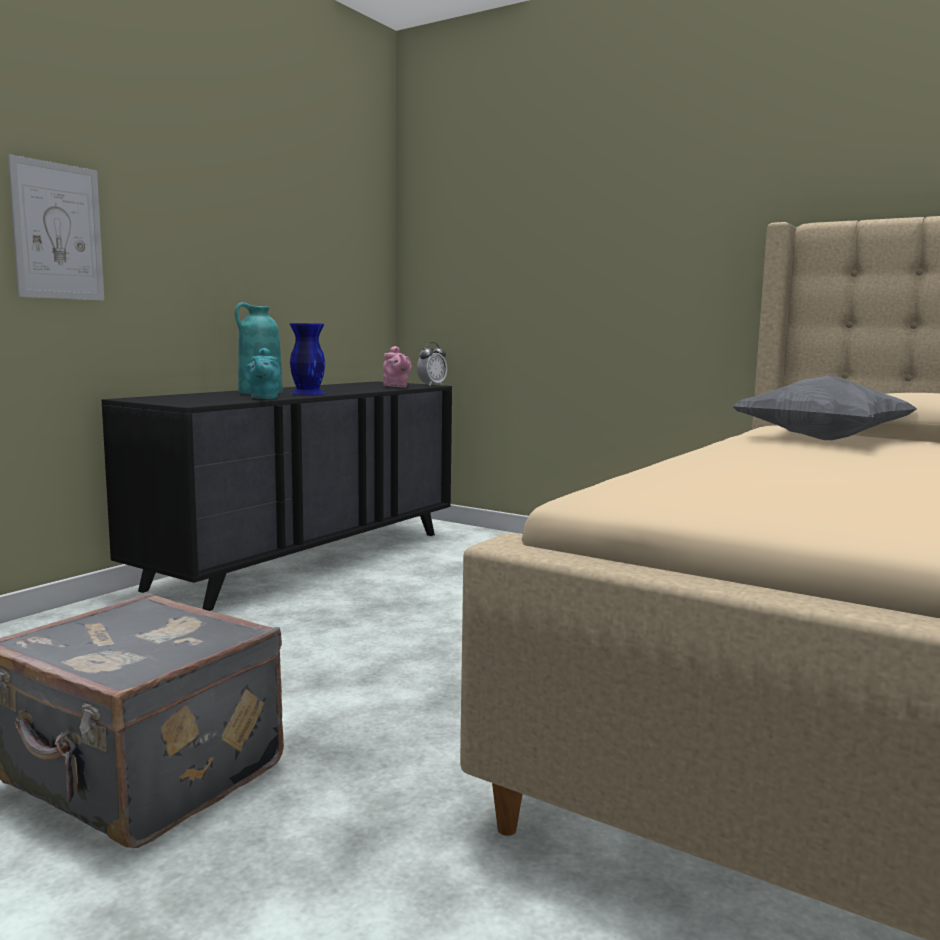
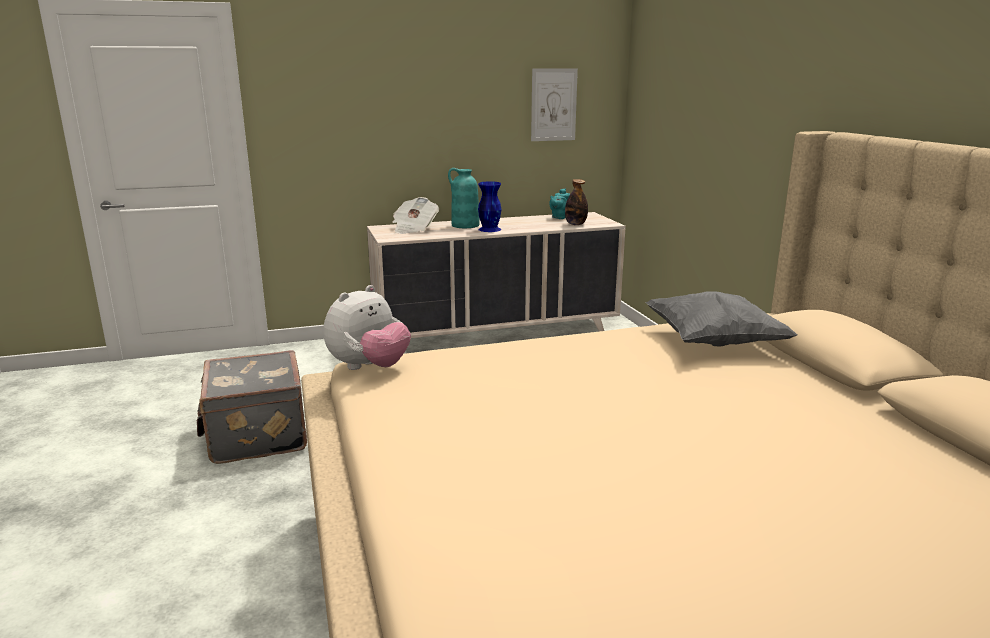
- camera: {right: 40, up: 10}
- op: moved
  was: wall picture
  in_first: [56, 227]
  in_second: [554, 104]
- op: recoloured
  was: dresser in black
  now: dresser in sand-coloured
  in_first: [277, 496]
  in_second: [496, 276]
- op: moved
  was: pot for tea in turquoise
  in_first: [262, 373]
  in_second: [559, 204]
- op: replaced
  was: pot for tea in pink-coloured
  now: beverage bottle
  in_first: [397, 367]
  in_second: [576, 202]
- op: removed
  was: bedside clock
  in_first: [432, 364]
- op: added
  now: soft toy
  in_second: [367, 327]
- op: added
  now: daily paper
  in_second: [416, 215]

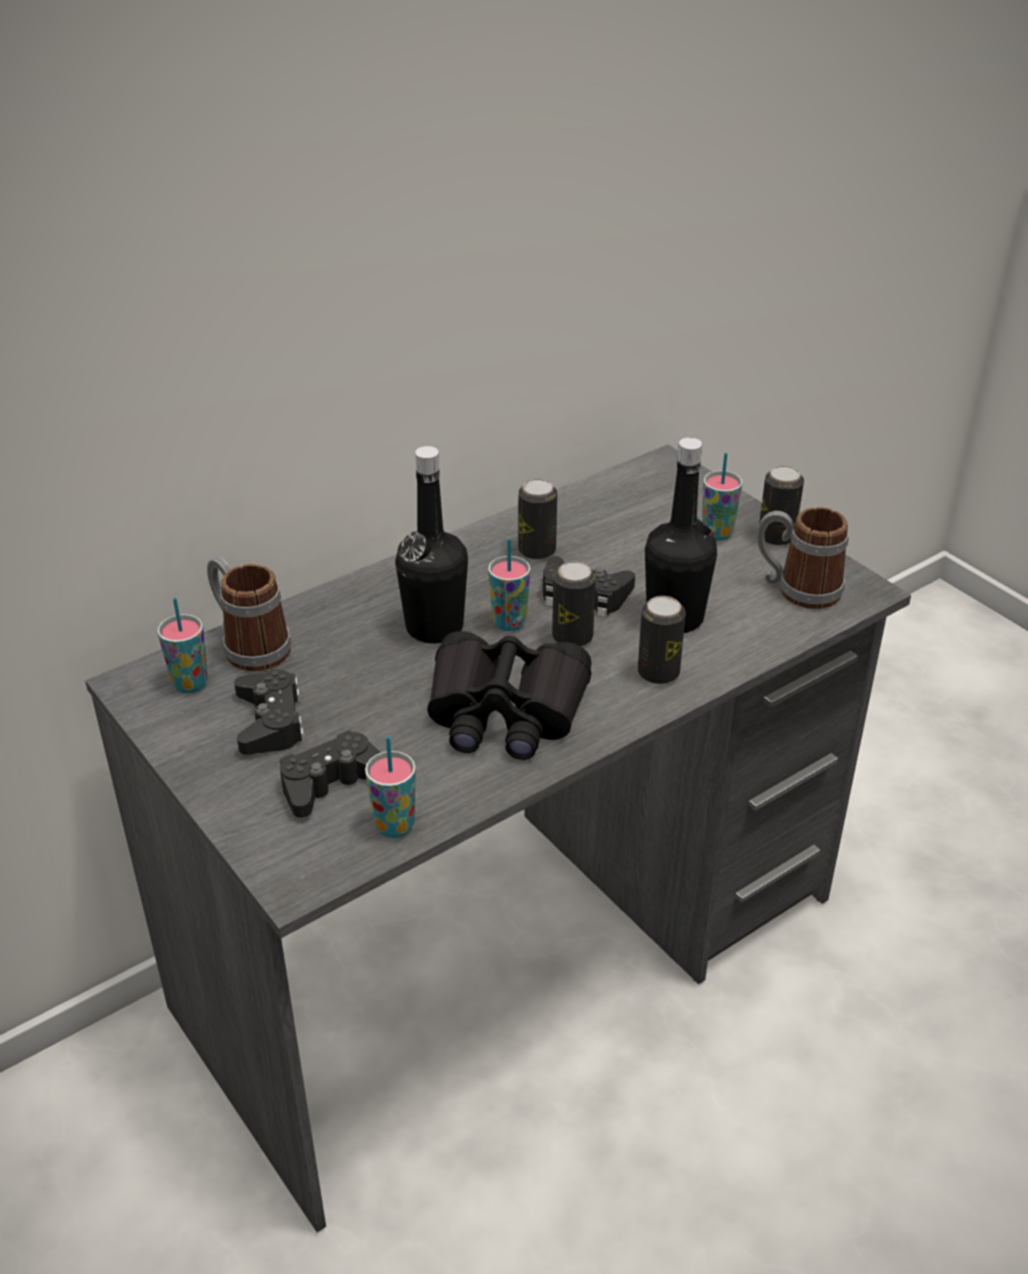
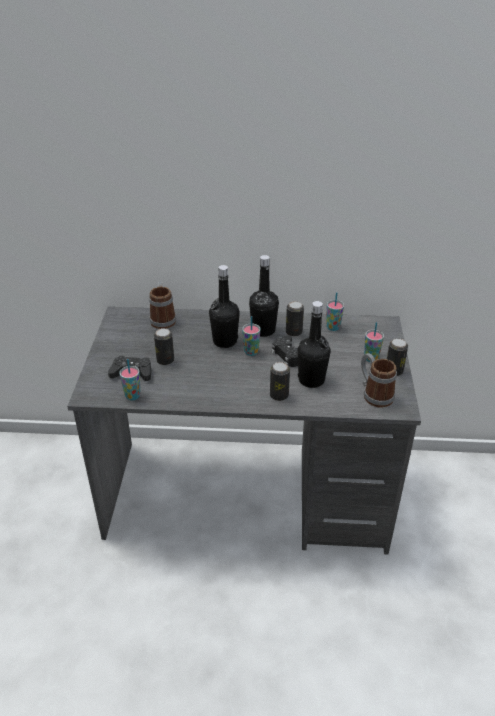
- camera: {right: 40, up: 0}
- op: moved
  was: drinking cup
  in_first: [183, 645]
  in_second: [335, 311]
- op: removed
  was: game controller in black
  in_first: [270, 712]
- op: removed
  was: binoculars in black
  in_first: [509, 695]
- op: moved
  was: sealed can
  in_first: [574, 603]
  in_second: [164, 346]
- op: added
  now: beverage bottle in black
  in_second: [264, 296]

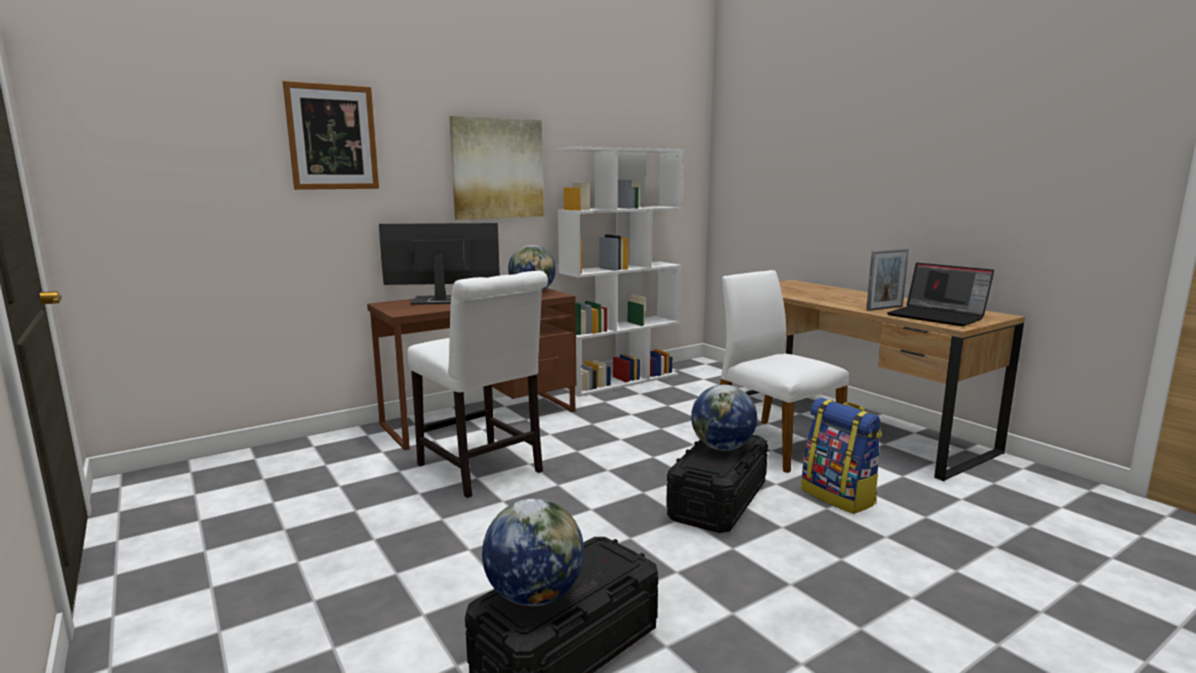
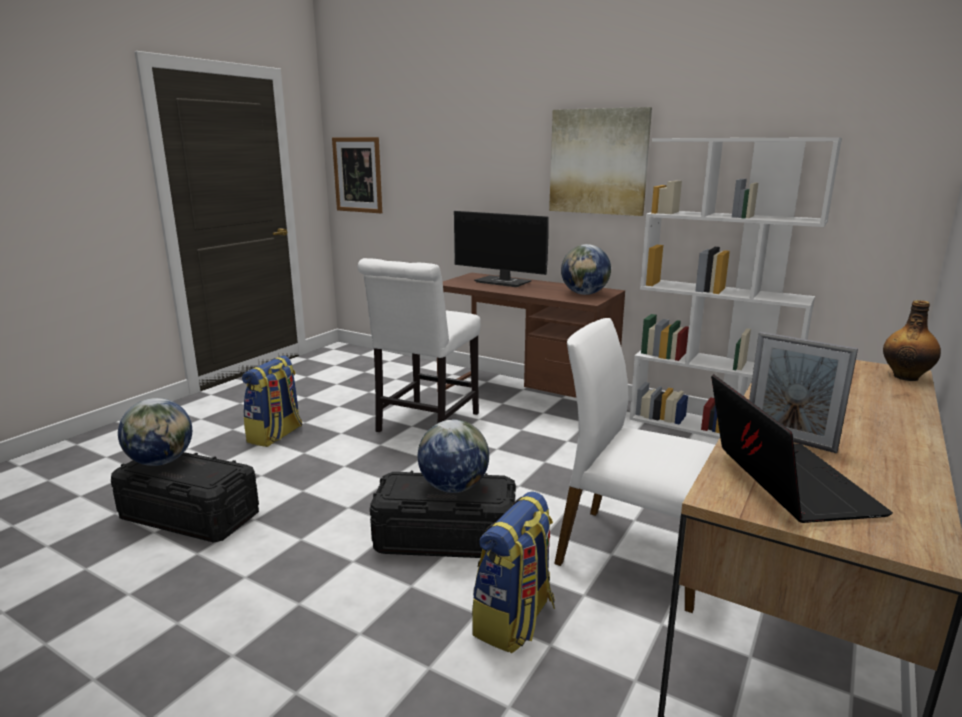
- camera: {right: 65, up: 5}
- op: moved
  was: wall picture
  in_first: [331, 135]
  in_second: [357, 175]
- op: turned
  was: monitor
  in_first: [439, 264]
  in_second: [501, 249]
  clockwise: 150
- op: turned
  was: plain chair in whitish
  in_first: [784, 371]
  in_second: [634, 465]
  clockwise: -90
- op: turned
  was: notebook computer
  in_first: [940, 294]
  in_second: [802, 448]
  clockwise: 150
- op: added
  now: backpack
  in_second: [272, 401]
- op: added
  now: beverage bottle
  in_second: [912, 340]

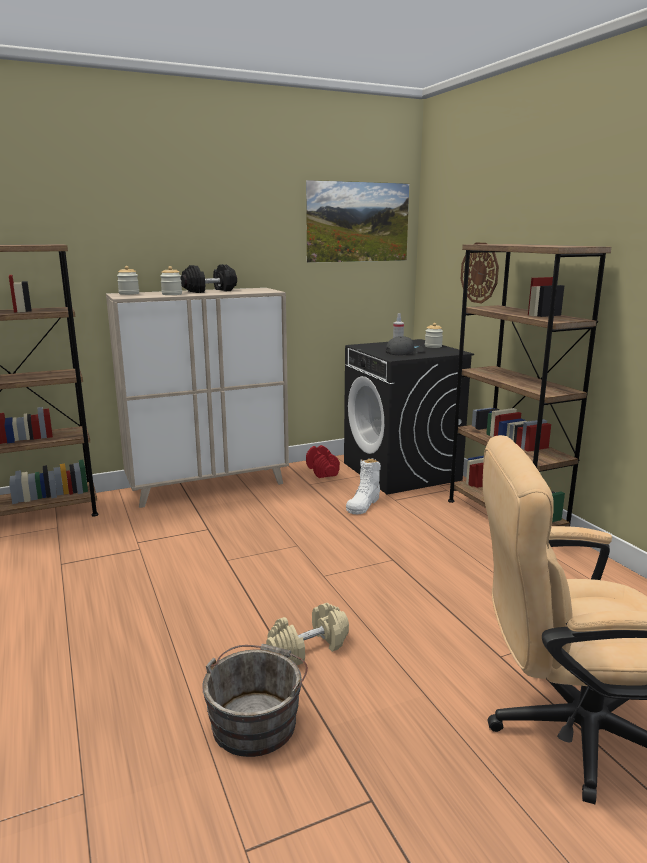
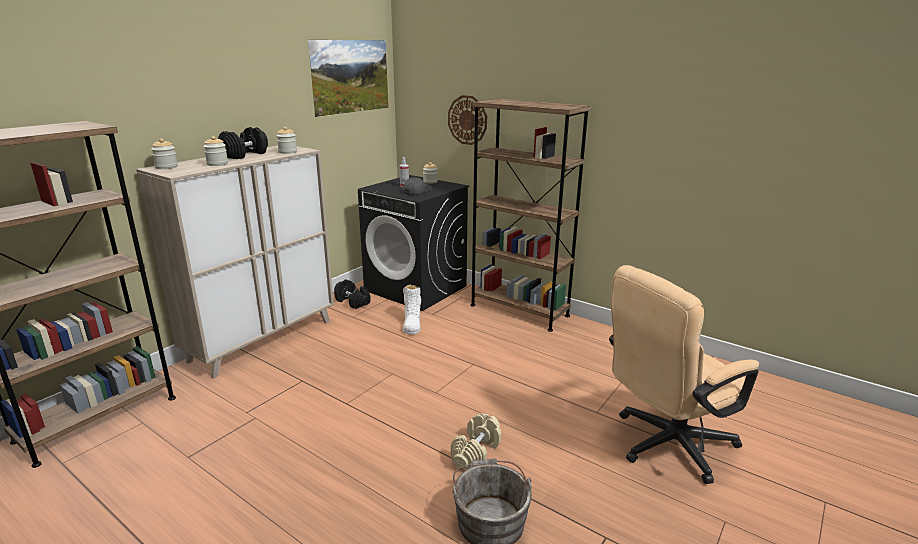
- camera: {right: -30, up: 5}
- op: recoloured
  was: free weight in red-coloured
  now: free weight in black
  in_first: [323, 461]
  in_second: [352, 294]
- op: added
  now: preserve jar
  in_second: [286, 140]

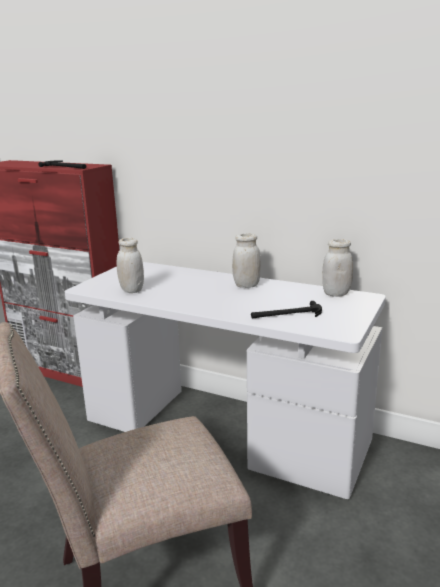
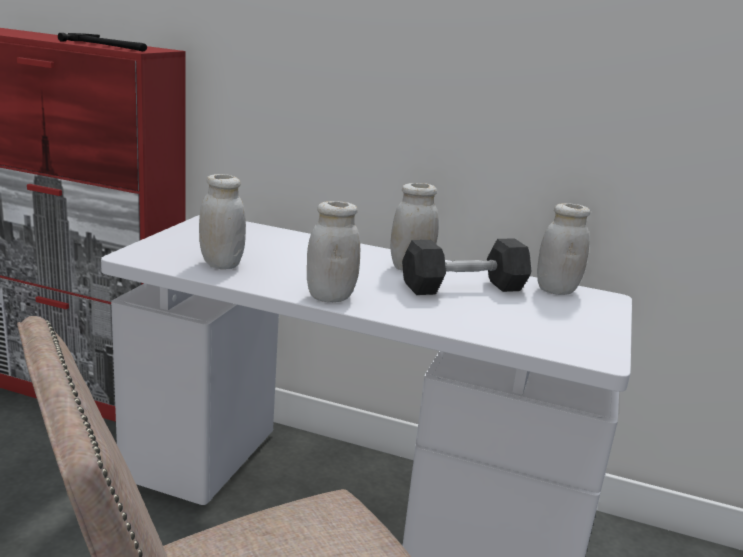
- camera: {right: -10, up: 0}
- op: removed
  was: hammer
  in_first: [286, 309]
- op: added
  now: preserve jar in whitish
  in_second: [333, 251]
- op: added
  now: free weight in gray
  in_second: [467, 267]

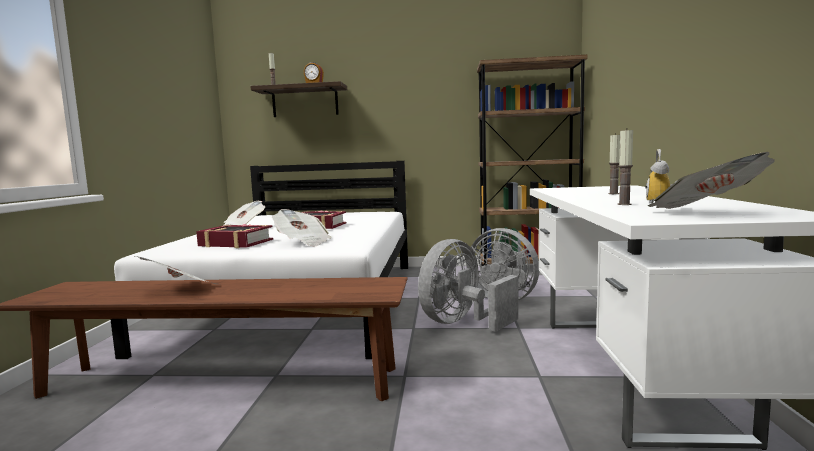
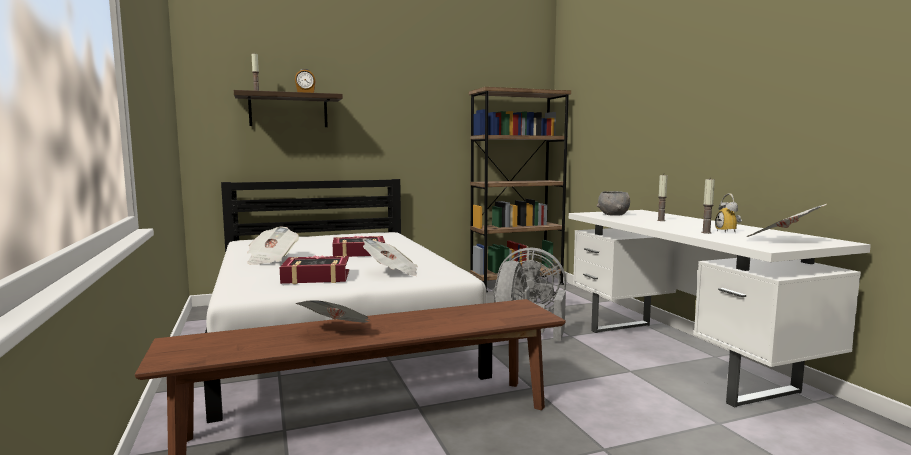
- camera: {right: -25, up: 0}
- op: added
  now: bowl in gray
  in_second: [613, 203]

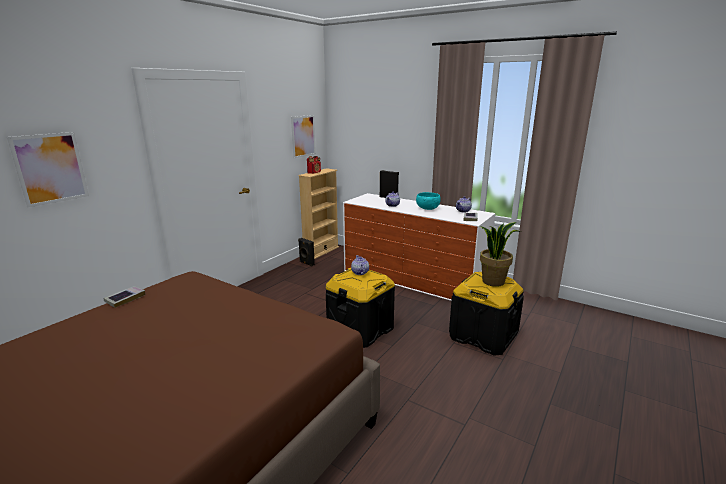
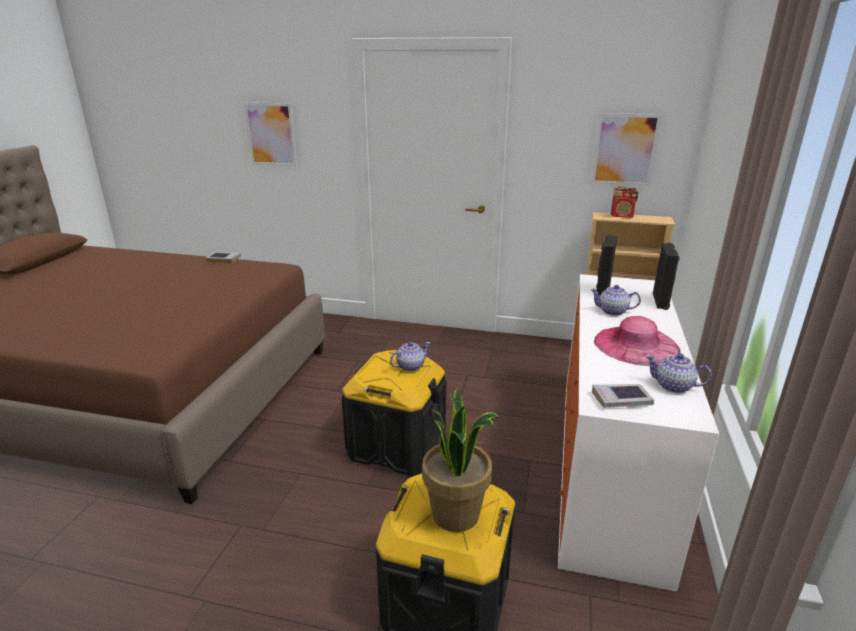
- camera: {right: 70, up: 5}
- op: moved
  was: loudspeaker in black
  in_first: [306, 252]
  in_second: [606, 265]
- op: replaced
  was: bowl in turquoise
  now: clothing hat in pink-coloured
  in_first: [428, 201]
  in_second: [637, 341]

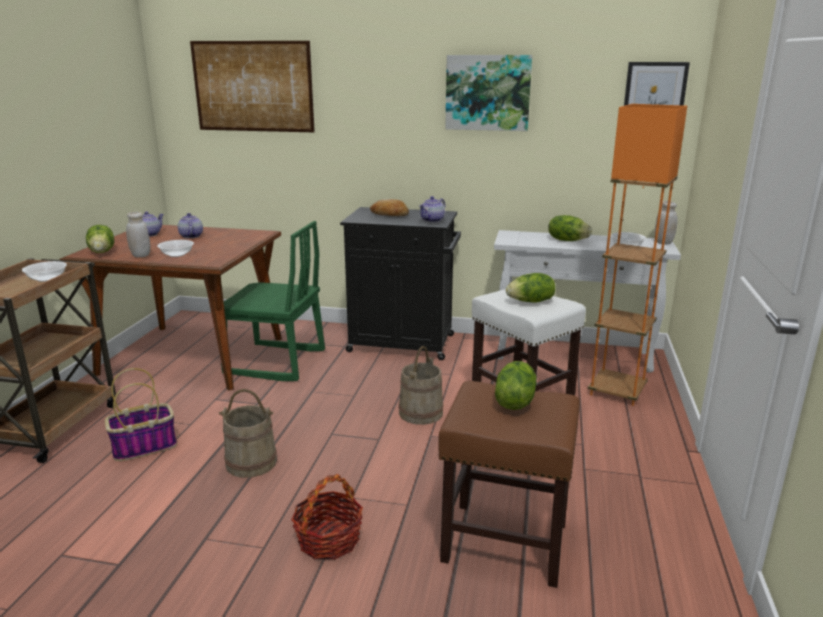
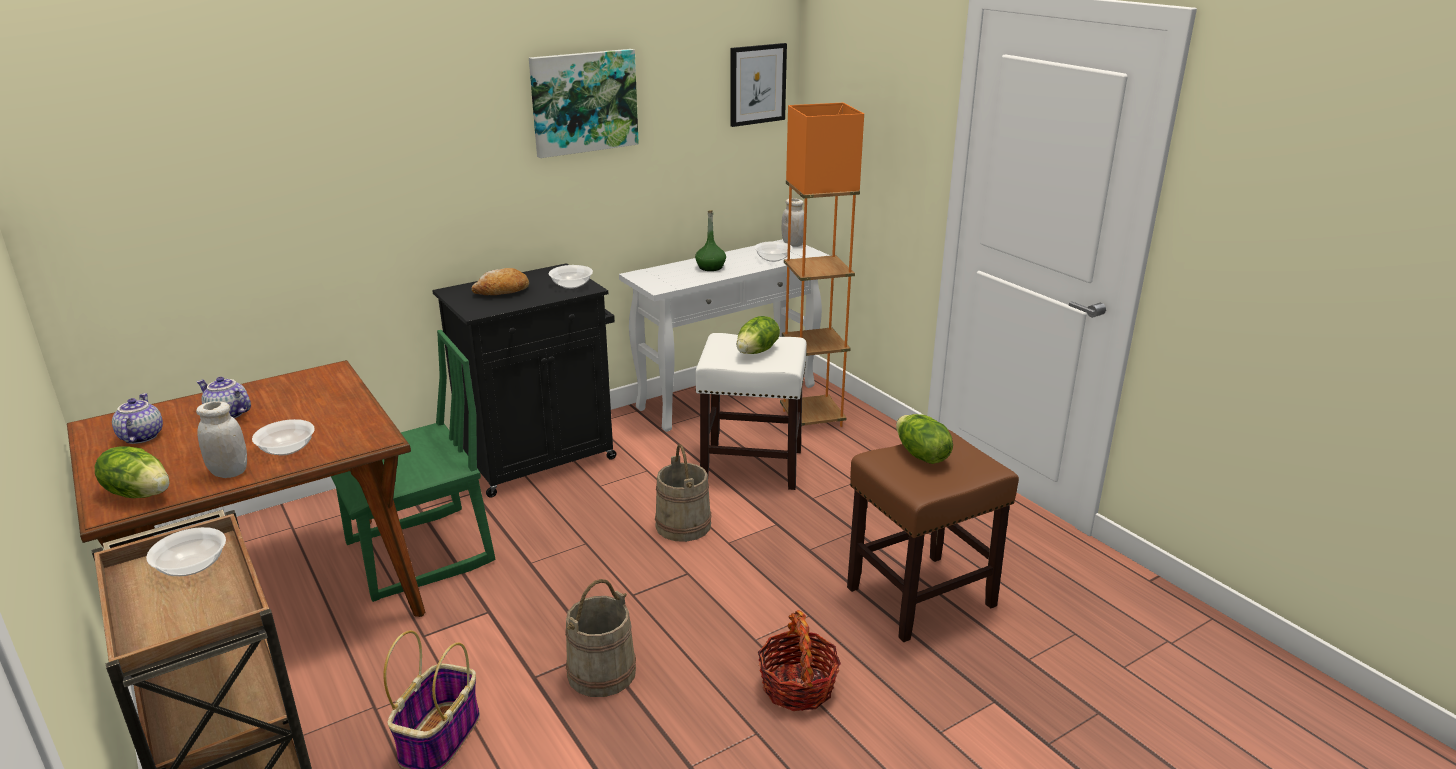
- camera: {right: -45, up: 5}
- op: removed
  was: wall picture
  in_first: [252, 86]
- op: replaced
  was: pot for tea
  now: bowl
  in_first: [432, 209]
  in_second: [571, 277]
- op: replaced
  was: lettuce head
  now: beverage bottle in green
  in_first: [570, 228]
  in_second: [710, 240]

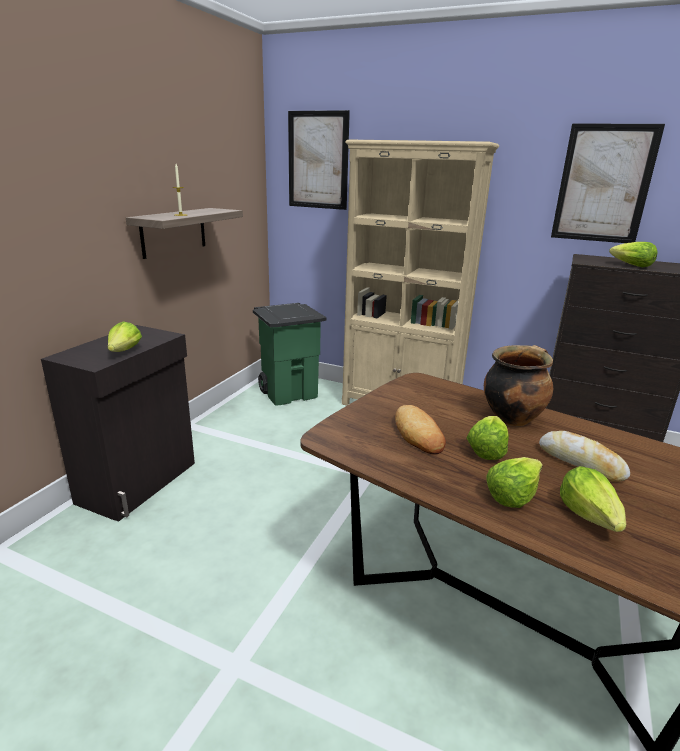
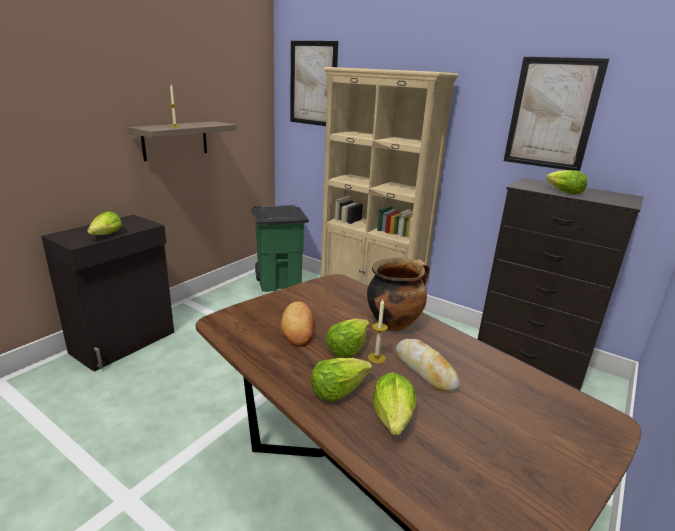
- camera: {right: 10, up: 0}
- op: added
  now: candle
  in_second: [378, 331]

